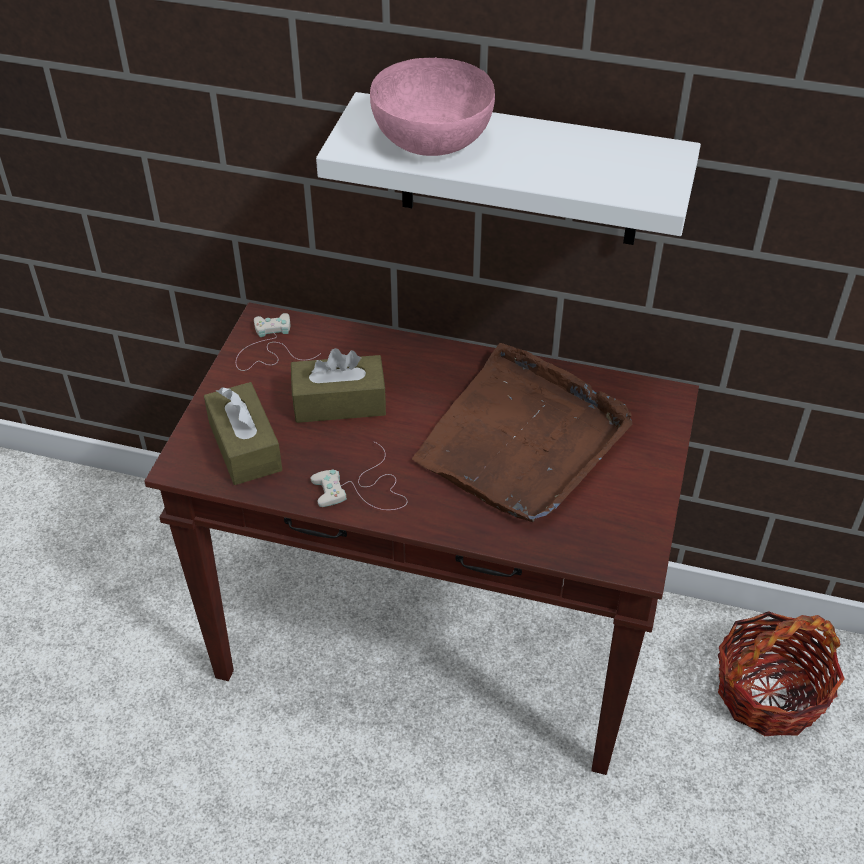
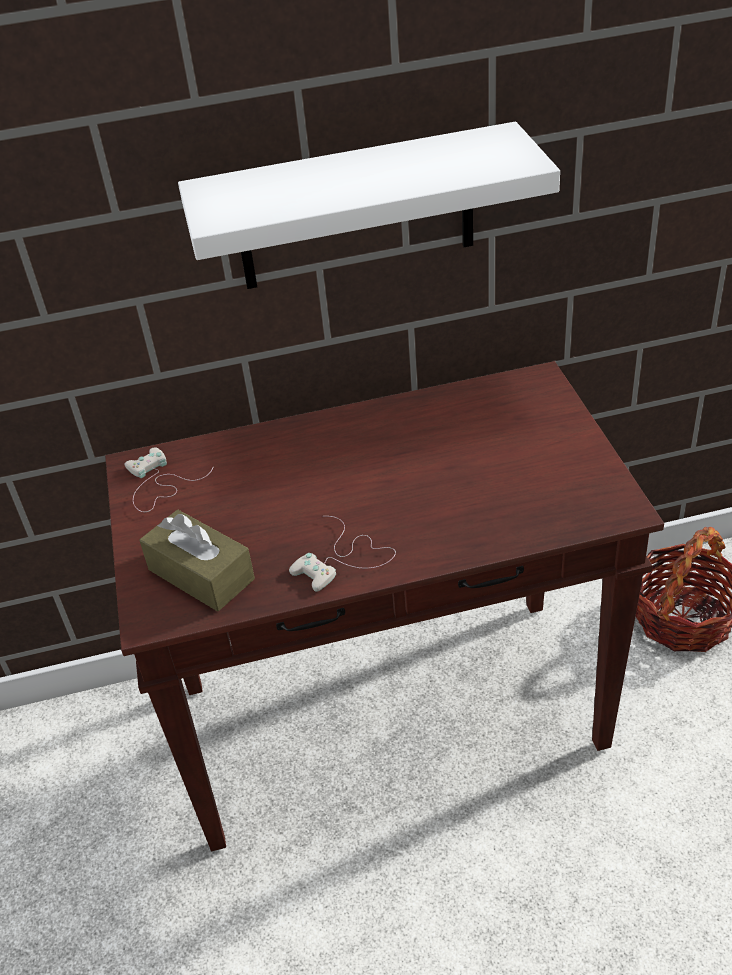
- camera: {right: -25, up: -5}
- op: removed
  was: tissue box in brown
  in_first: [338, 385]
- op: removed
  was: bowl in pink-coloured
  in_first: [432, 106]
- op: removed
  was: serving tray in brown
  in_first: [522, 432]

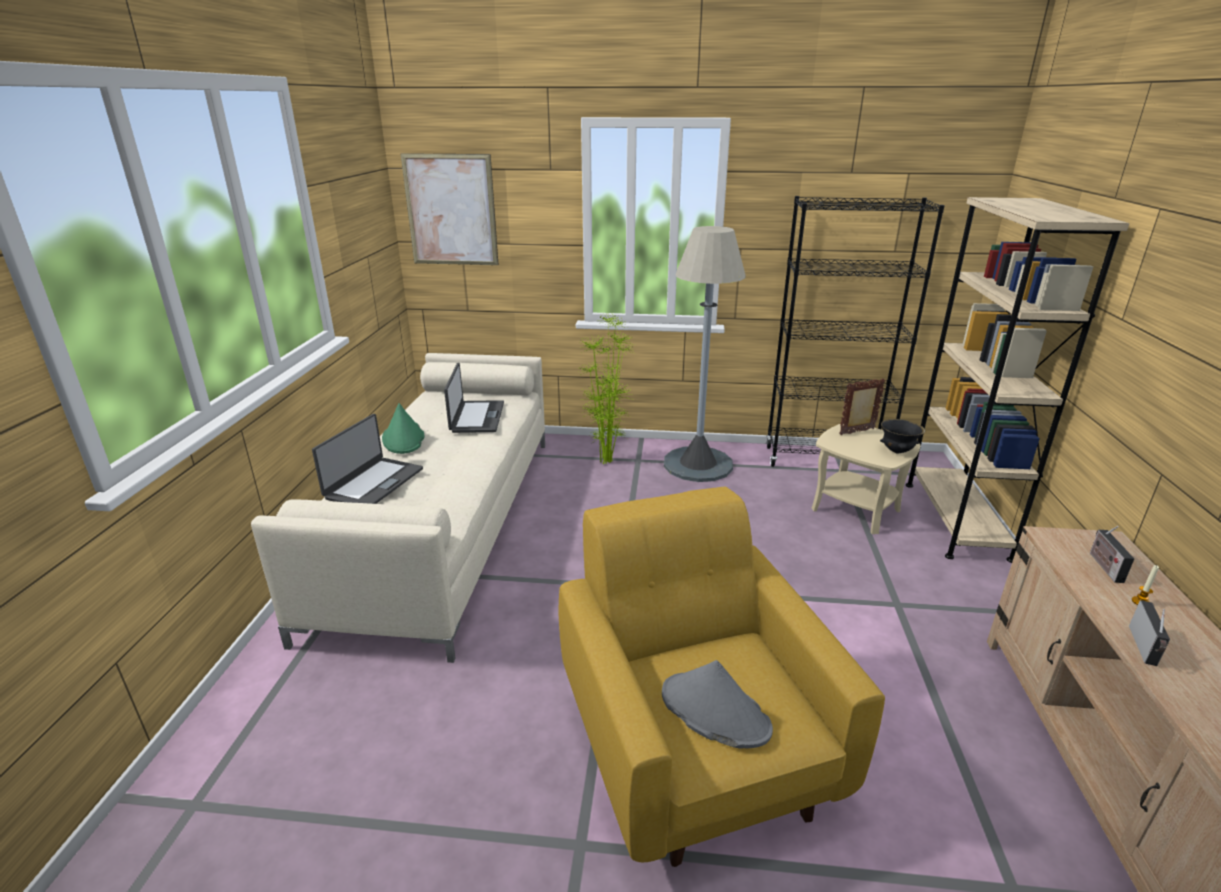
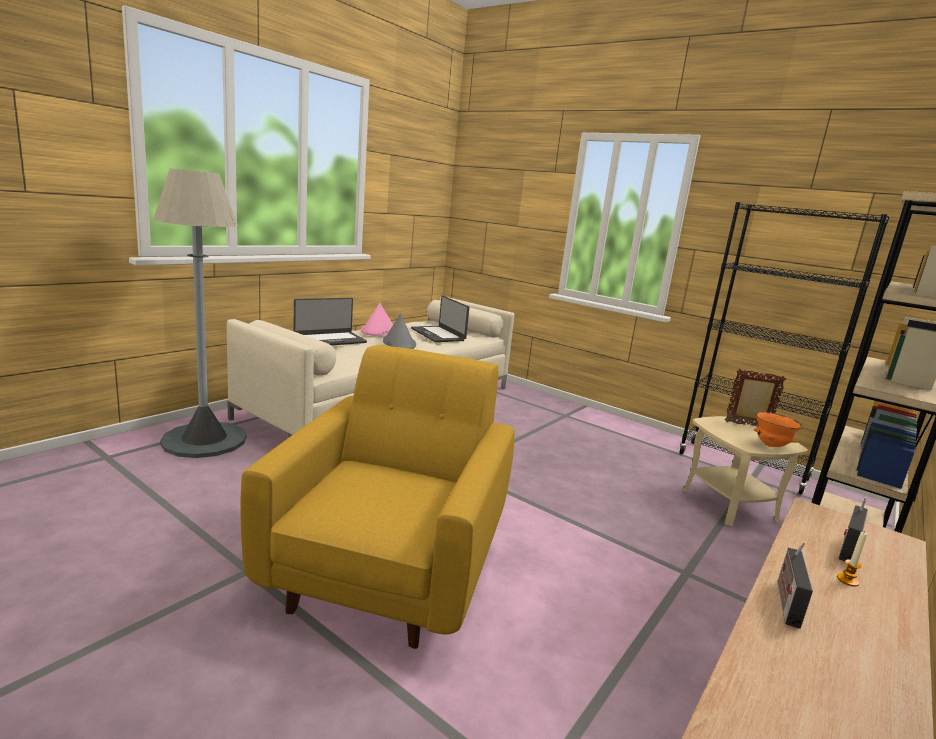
- camera: {right: 30, up: -10}
- op: recoloured
  was: clothing hat in green
  now: clothing hat in pink-coloured
  in_first: [403, 428]
  in_second: [377, 319]
- op: removed
  was: wall picture
  in_first: [450, 209]
- op: turned
  was: notebook computer
  in_first: [474, 398]
  in_second: [440, 319]
  clockwise: 120
- op: removed
  was: houseplant
  in_first: [606, 388]
- op: moved
  was: clothing hat in gray
  in_first: [717, 704]
  in_second: [399, 331]
- op: moved
  was: floor lamp in gray
  in_first: [705, 354]
  in_second: [200, 313]
- op: recoloured
  was: bowl in black
  now: bowl in orangey
  in_first: [902, 436]
  in_second: [778, 429]
- op: turned
  was: radio
  in_first: [1149, 633]
  in_second: [795, 585]
  clockwise: 150

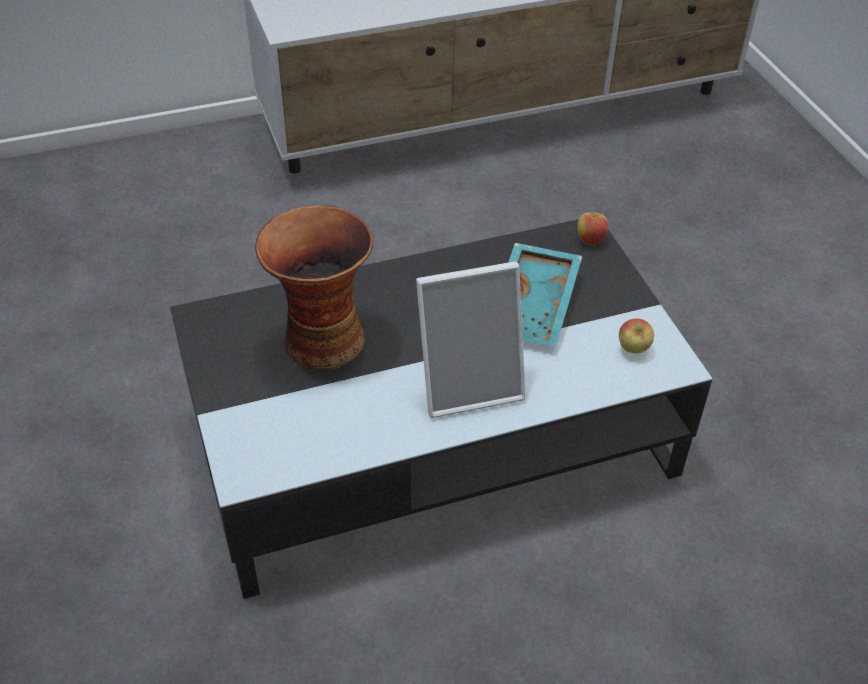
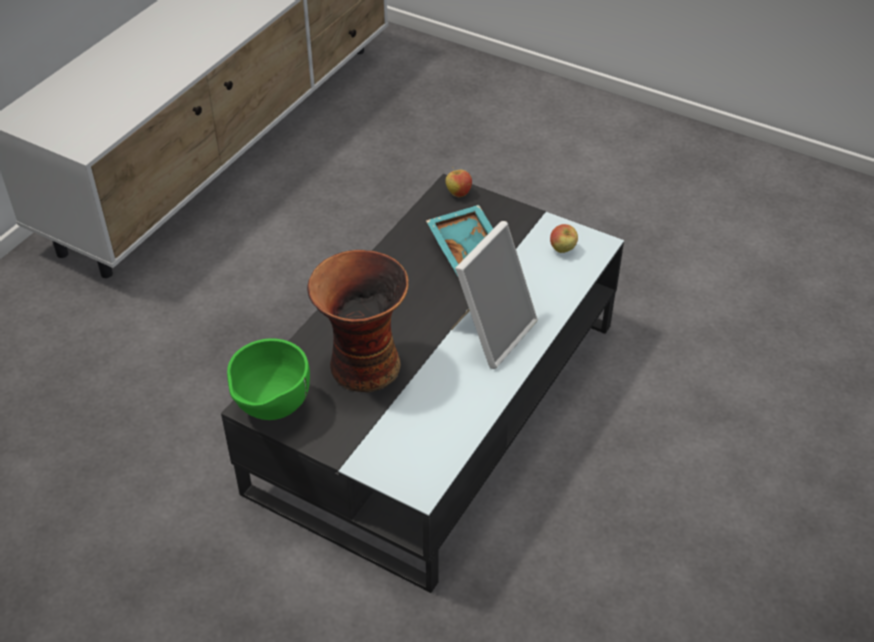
- camera: {right: -40, up: 0}
- op: added
  now: bowl in green
  in_second: [268, 379]

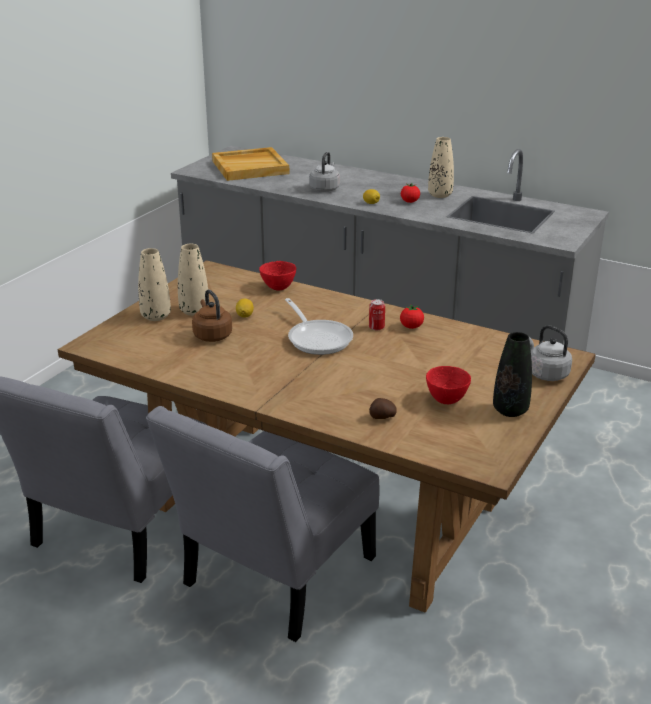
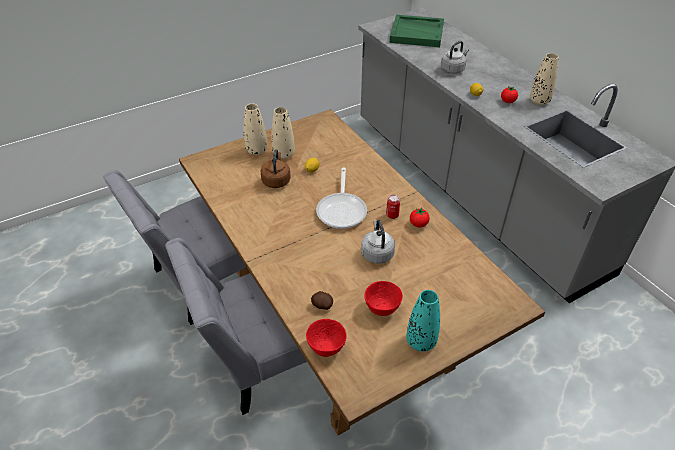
- camera: {right: 30, up: 15}
- op: recoloured
  was: serving tray in sand-coloured
  now: serving tray in green
  in_first: [250, 164]
  in_second: [417, 31]
- op: moved
  was: bowl in red-coloured
  in_first: [277, 276]
  in_second: [326, 338]
- op: recoloured
  was: decorative vase in black
  now: decorative vase in turquoise
  in_first: [512, 374]
  in_second: [423, 320]
- op: moved
  was: water kettle in gray
  in_first: [550, 353]
  in_second: [378, 242]

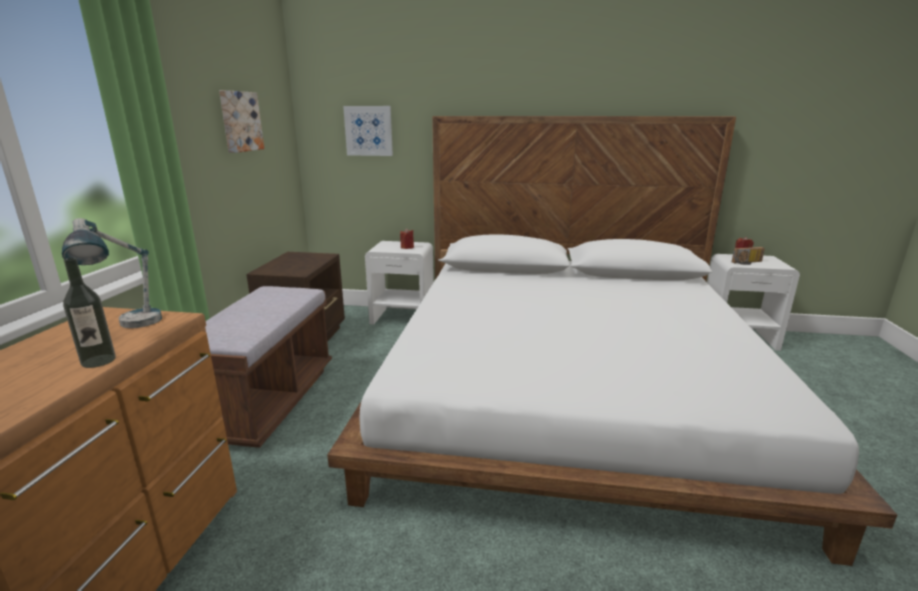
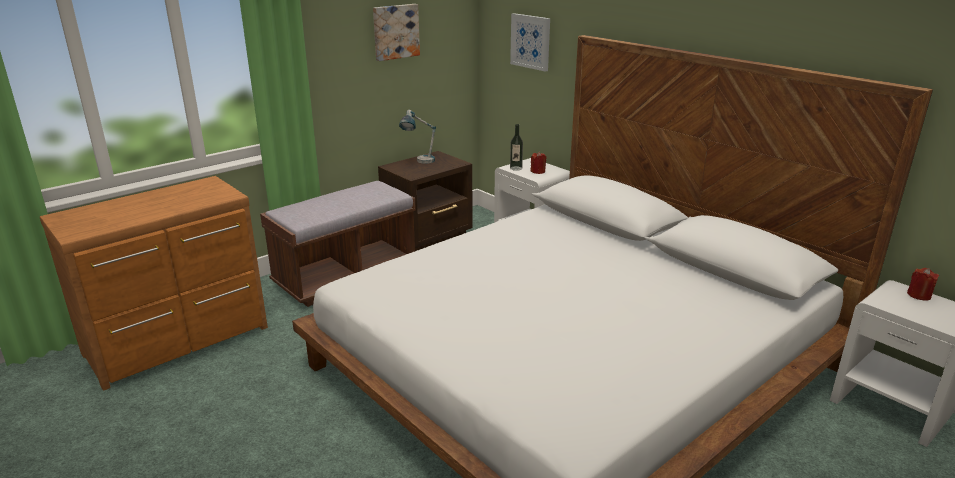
- camera: {right: 40, up: 5}
- op: moved
  was: tabletop lamp
  in_first: [112, 273]
  in_second: [417, 137]
- op: moved
  was: beverage bottle
  in_first: [89, 313]
  in_second: [516, 147]
- op: removed
  was: radio
  in_first: [748, 256]

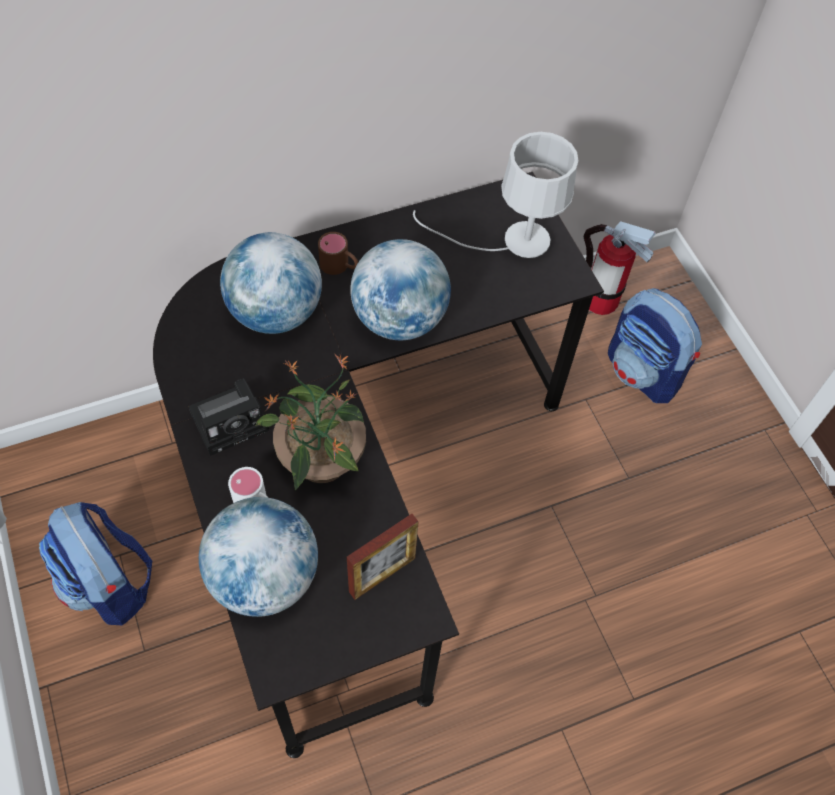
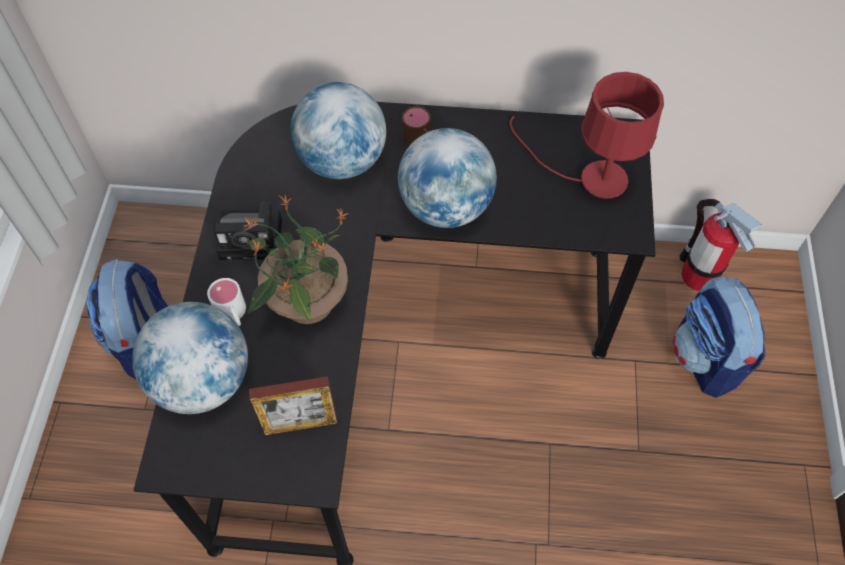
- camera: {right: 30, up: 0}
- op: recoloured
  was: tabletop lamp in whitish
  now: tabletop lamp in red-coloured
  in_first: [495, 195]
  in_second: [587, 135]

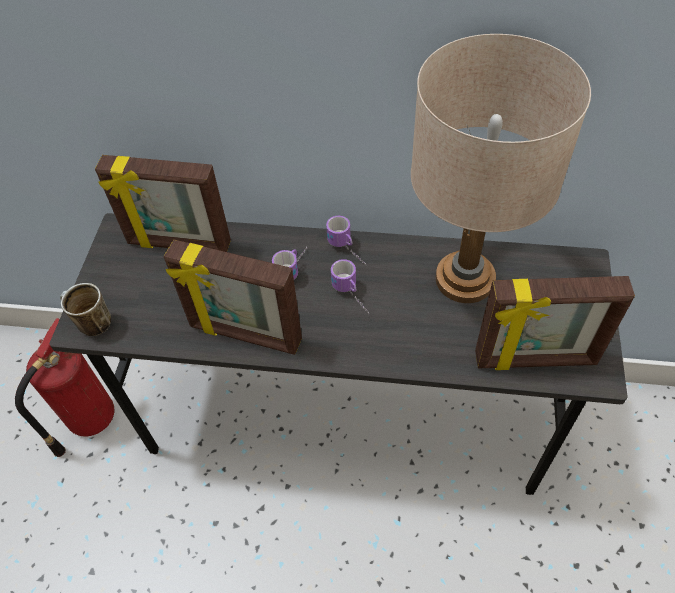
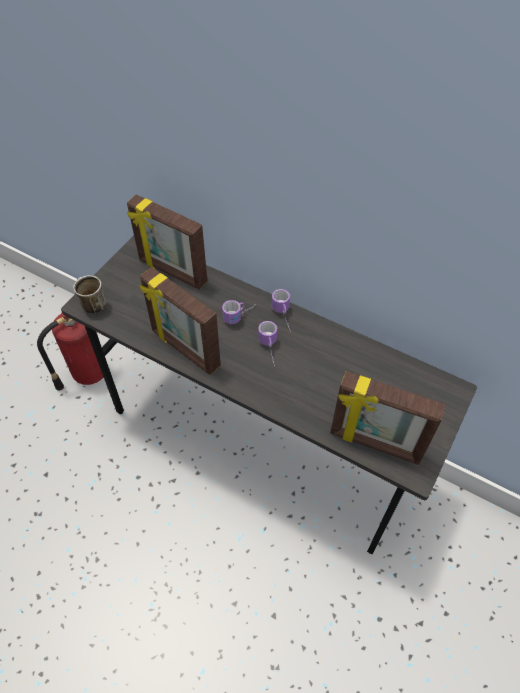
- camera: {right: 20, up: 0}
- op: removed
  was: tabletop lamp in sand-coloured
  in_first: [501, 168]

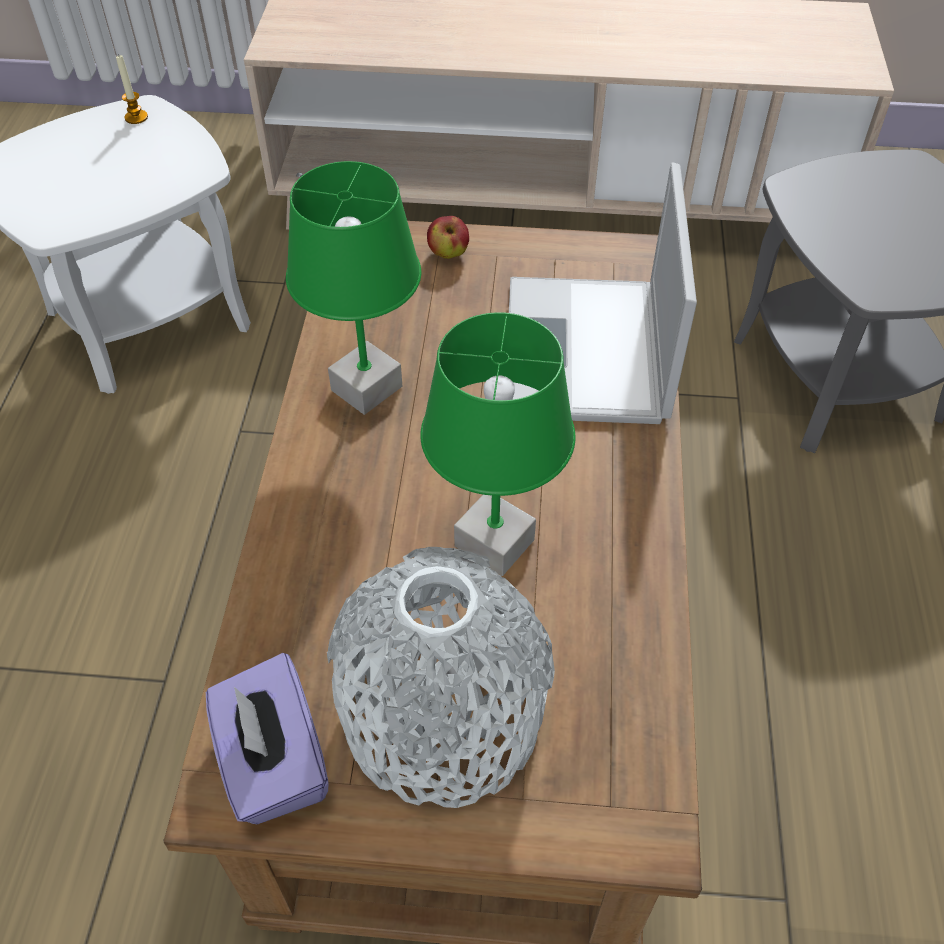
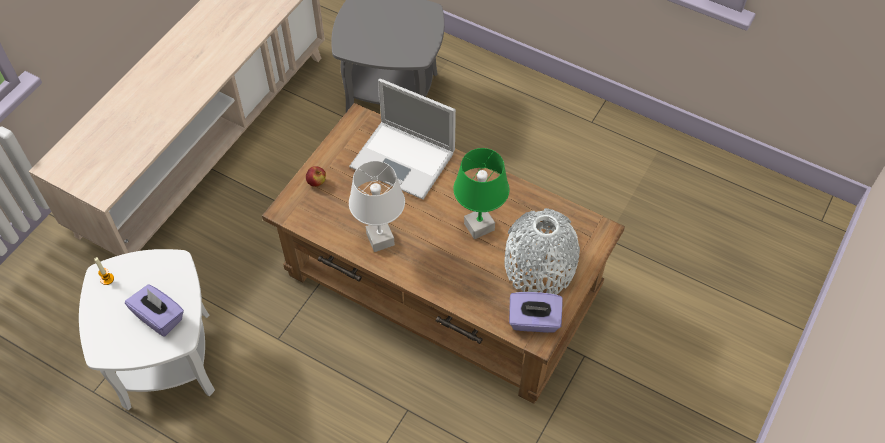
- camera: {right: -65, up: 5}
- op: recoloured
  was: tabletop lamp in green
  now: tabletop lamp in whitish
  in_first: [353, 288]
  in_second: [377, 206]
- op: added
  now: tissue box in purple
  in_second: [154, 311]

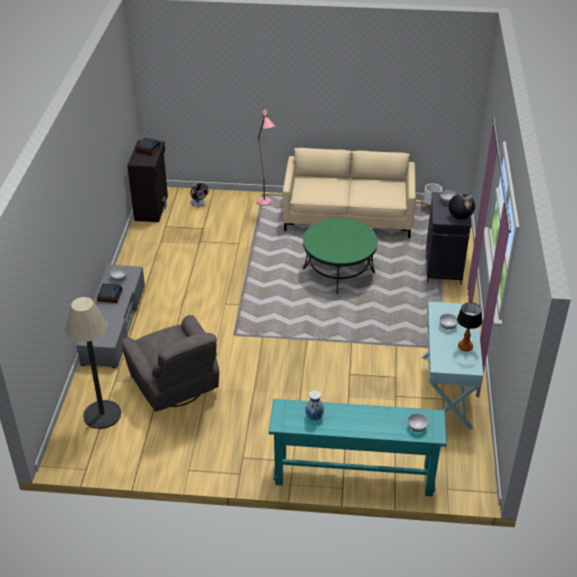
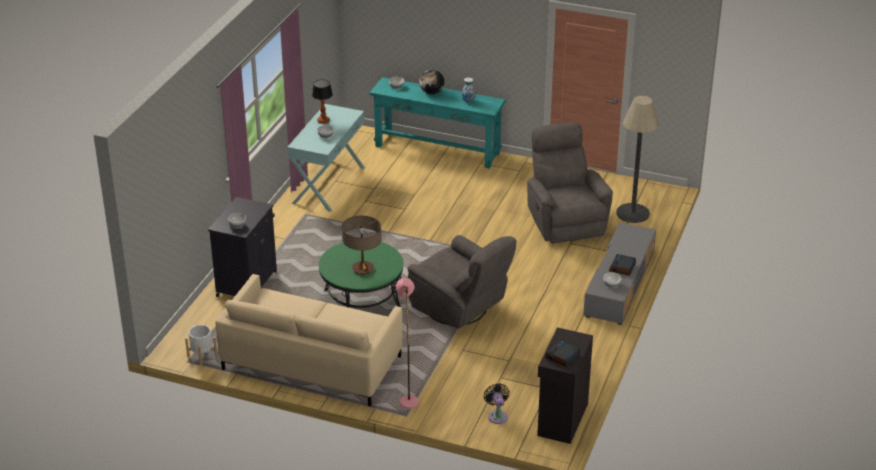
- camera: {right: -165, up: -5}
- op: moved
  was: desk globe
  in_first: [462, 206]
  in_second: [431, 81]
- op: added
  now: tabletop lamp
  in_second: [362, 245]
- op: added
  now: armchair in gray
  in_second: [462, 282]

